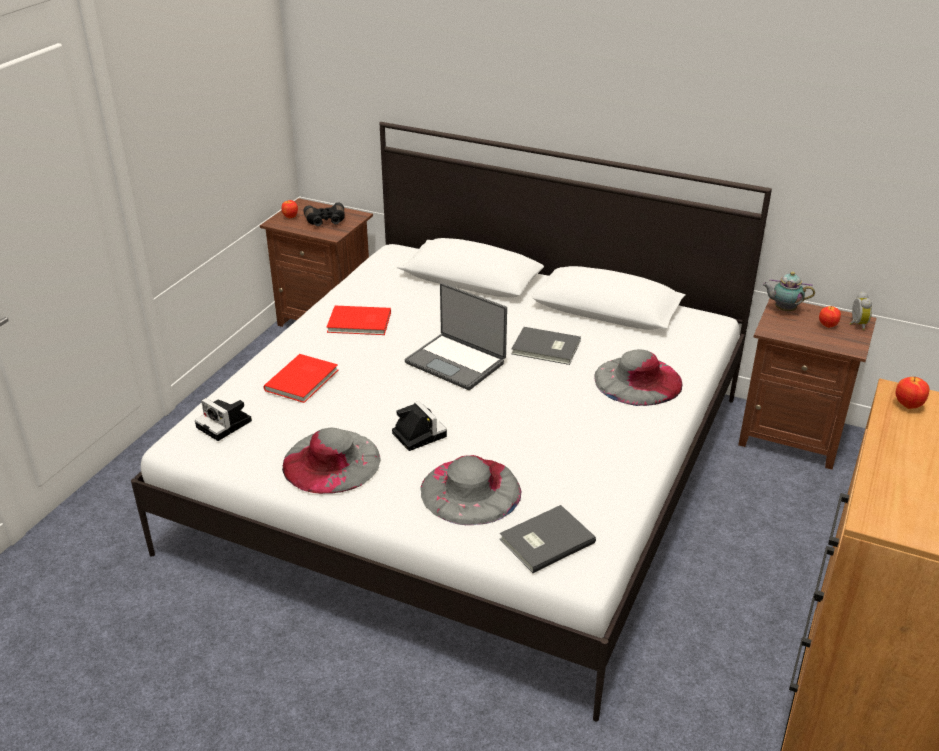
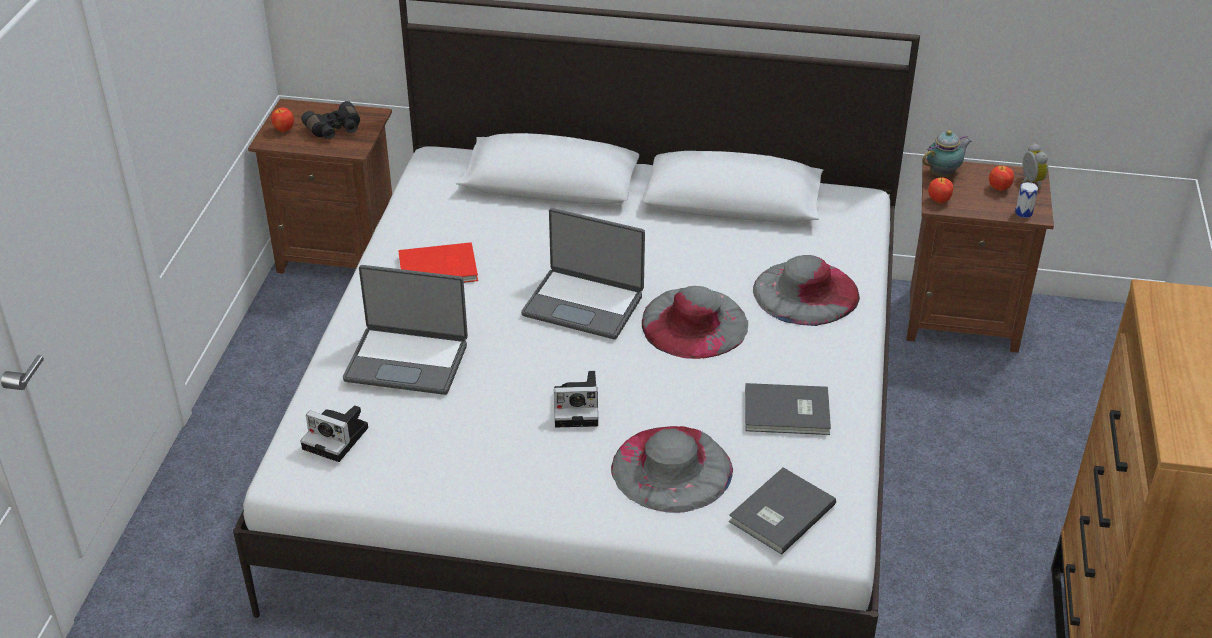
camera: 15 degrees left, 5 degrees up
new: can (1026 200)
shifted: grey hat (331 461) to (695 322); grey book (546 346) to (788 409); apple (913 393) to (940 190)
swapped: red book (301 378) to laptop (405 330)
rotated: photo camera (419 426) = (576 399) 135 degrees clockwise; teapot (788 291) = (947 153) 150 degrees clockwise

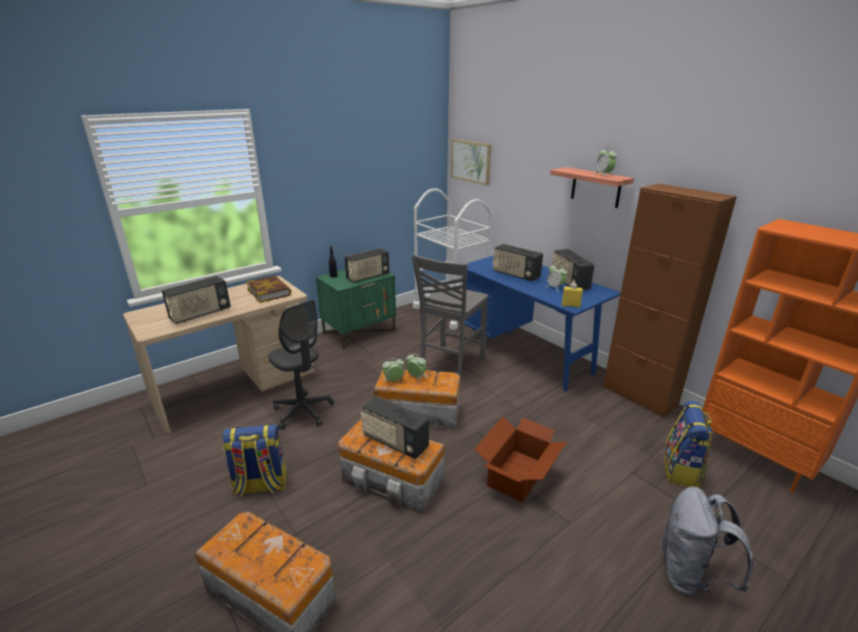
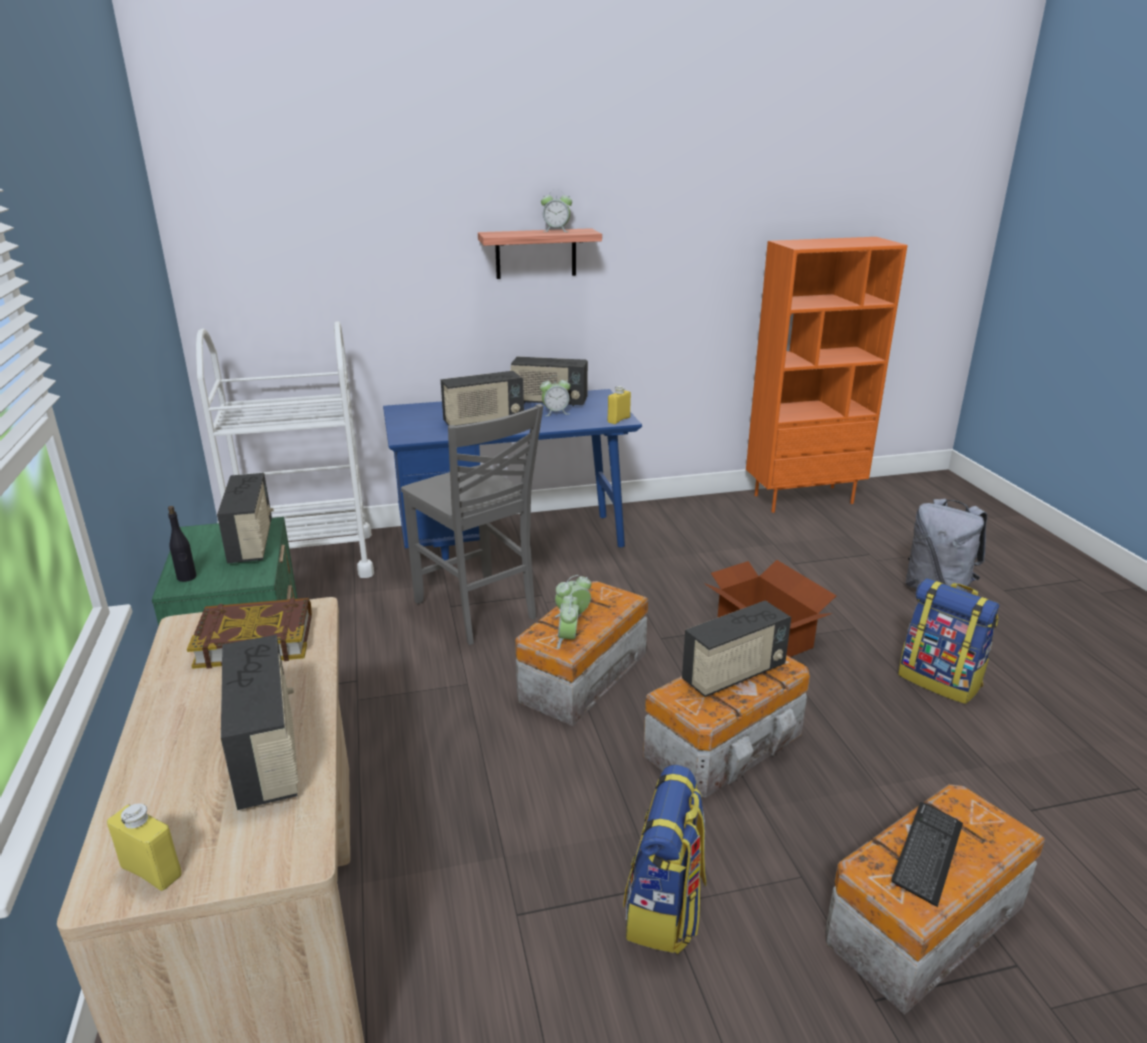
camera: 65 degrees left, 0 degrees up
gone: grey office chair (301 365); picture (471 162); brown cabinet (670 300)
new: yellow bottle (144 847); keyboard (927 854)
shifted: backpack (688 444) to (948 641)

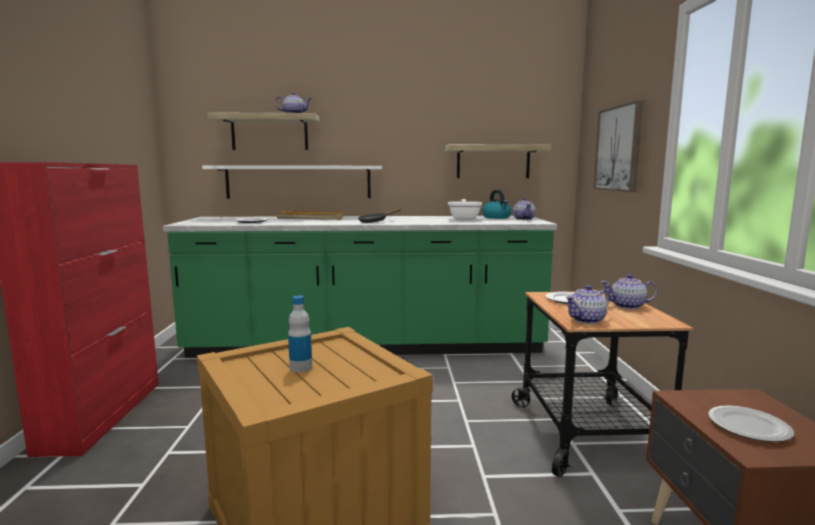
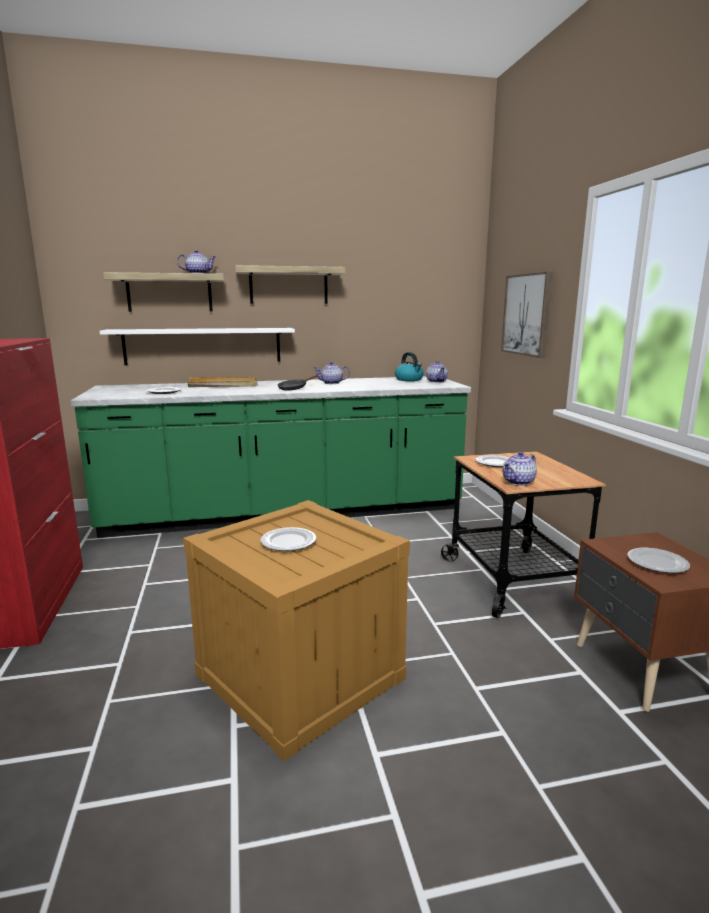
camera: 10 degrees left, 5 degrees up
gone: frying pan (465 209)
shifted: shelf (498 161) to (290 284); teapot (629 291) to (331 373)
swapped: bottle (300 333) to plate (288 539)

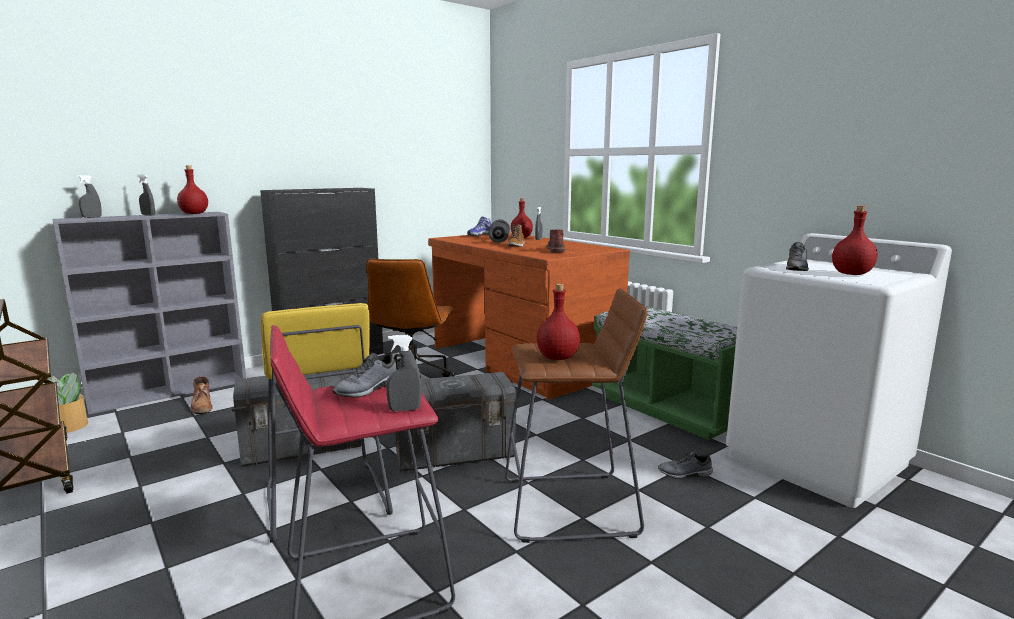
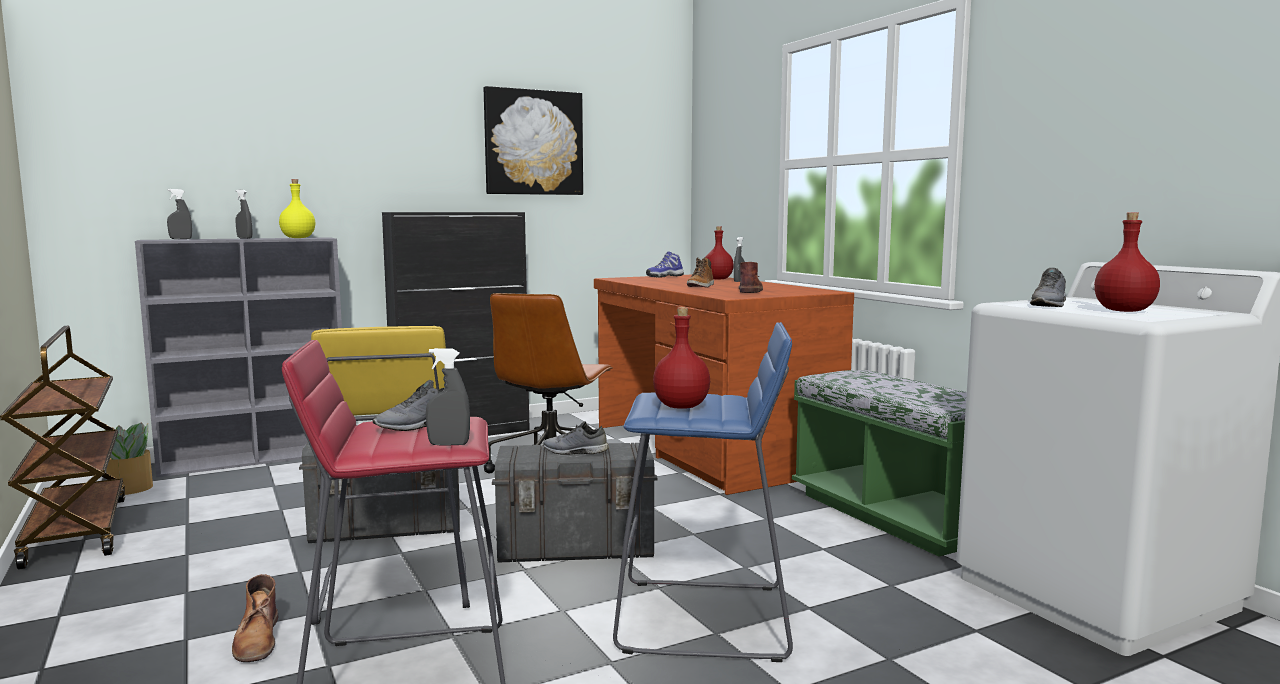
camera: 10 degrees right, 5 degrees down
gone: grey dumbbell (499 231)
new: picture (533 140)
shifted: brown boot (201 395) to (255 618); grey shoe (685 465) to (576 438)
repainted: red bottle (192 190) to yellow bottle (297 208); brown stool (576 416) to blue stool (703 492)

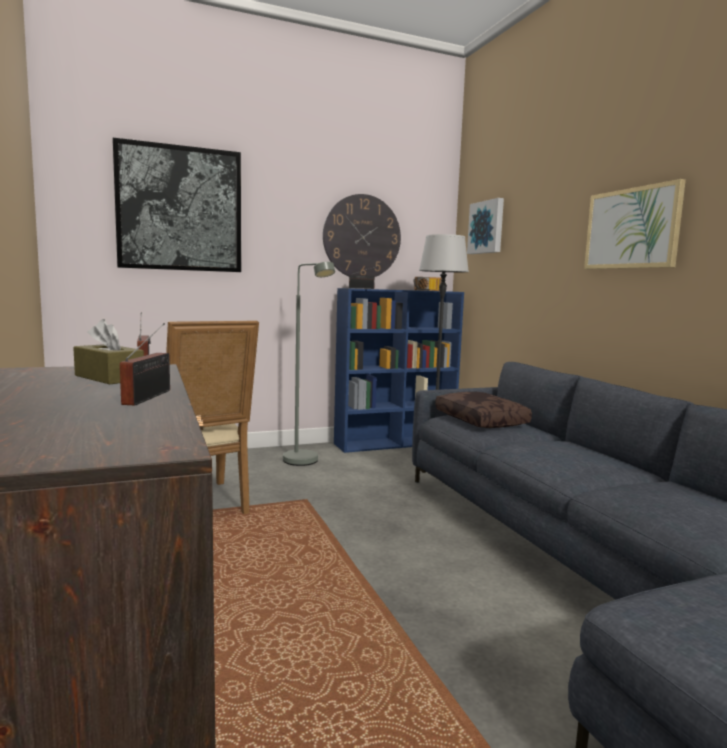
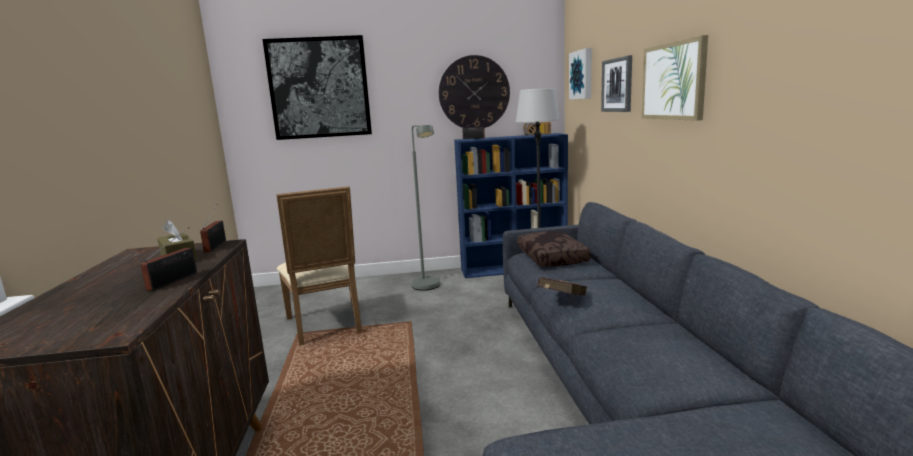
camera: 15 degrees right, 5 degrees up
new: red book (562 286); picture (616 83)

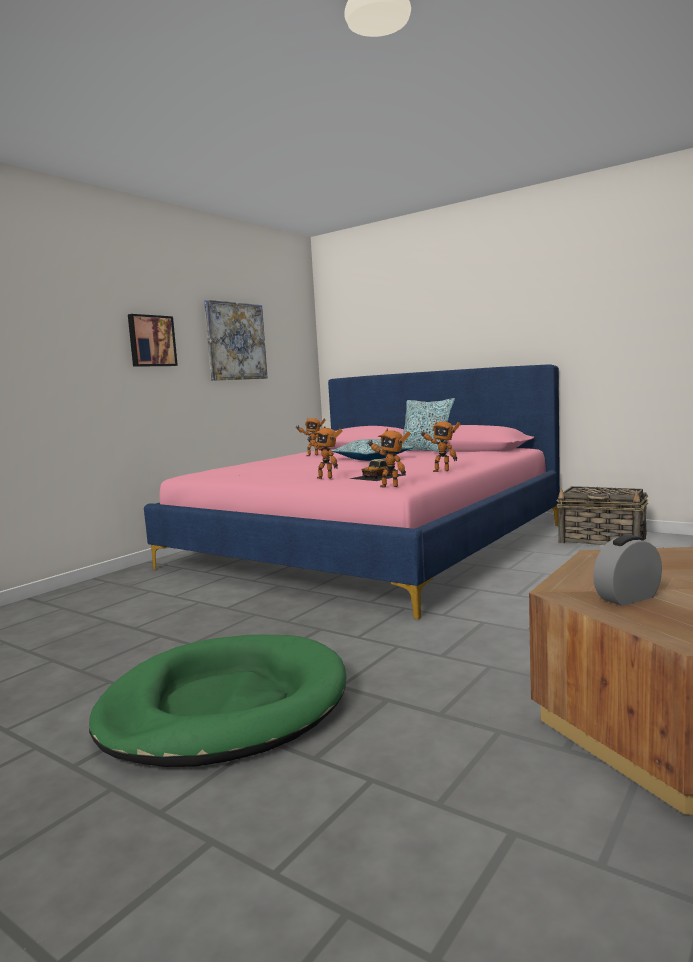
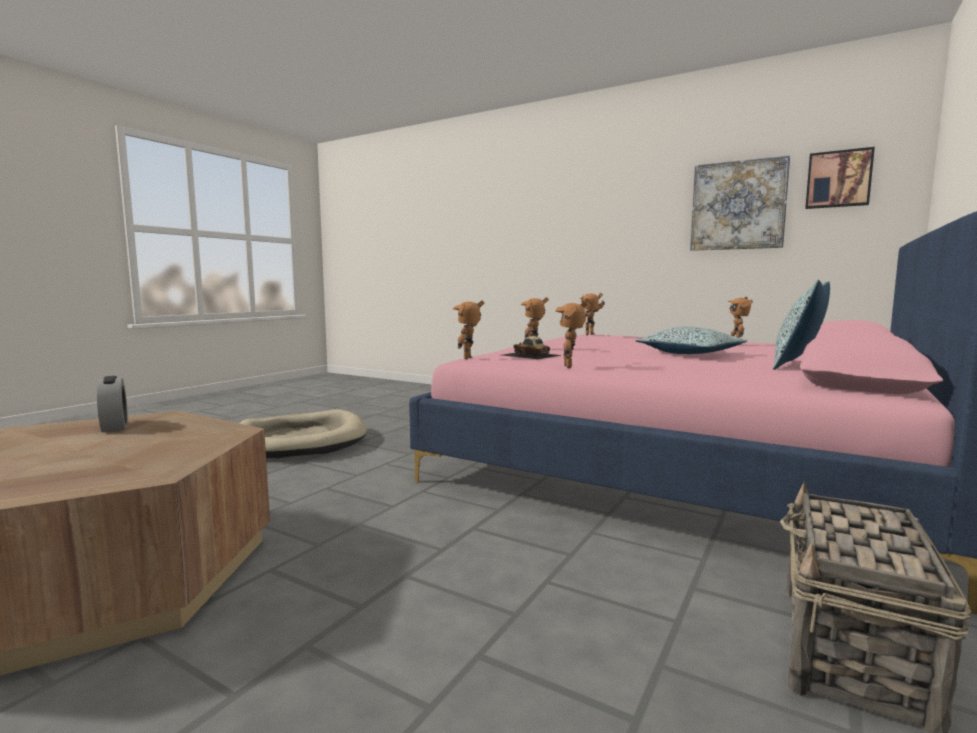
camera: 85 degrees right, 0 degrees up
new: toy robot (592 314)
shifted: picture (153 340) to (840 178)
repainted: green dog bed (217 701) to beige dog bed (303 433)

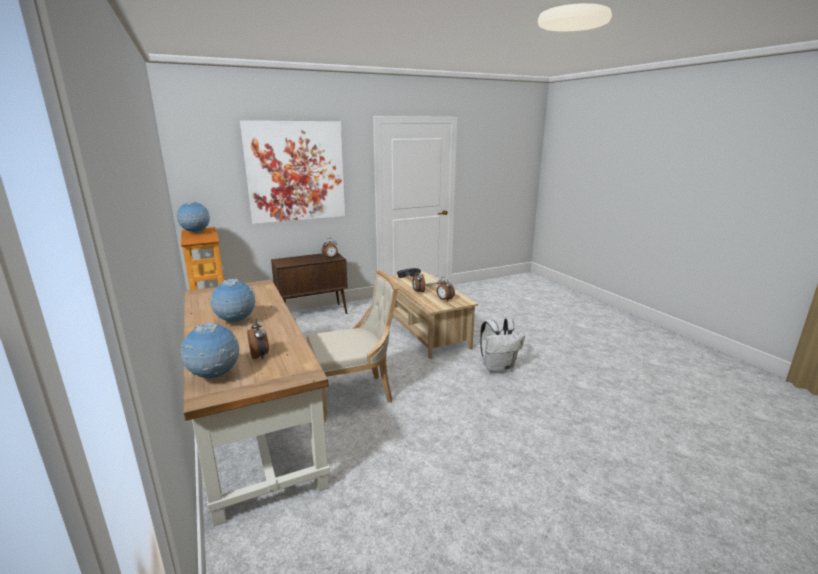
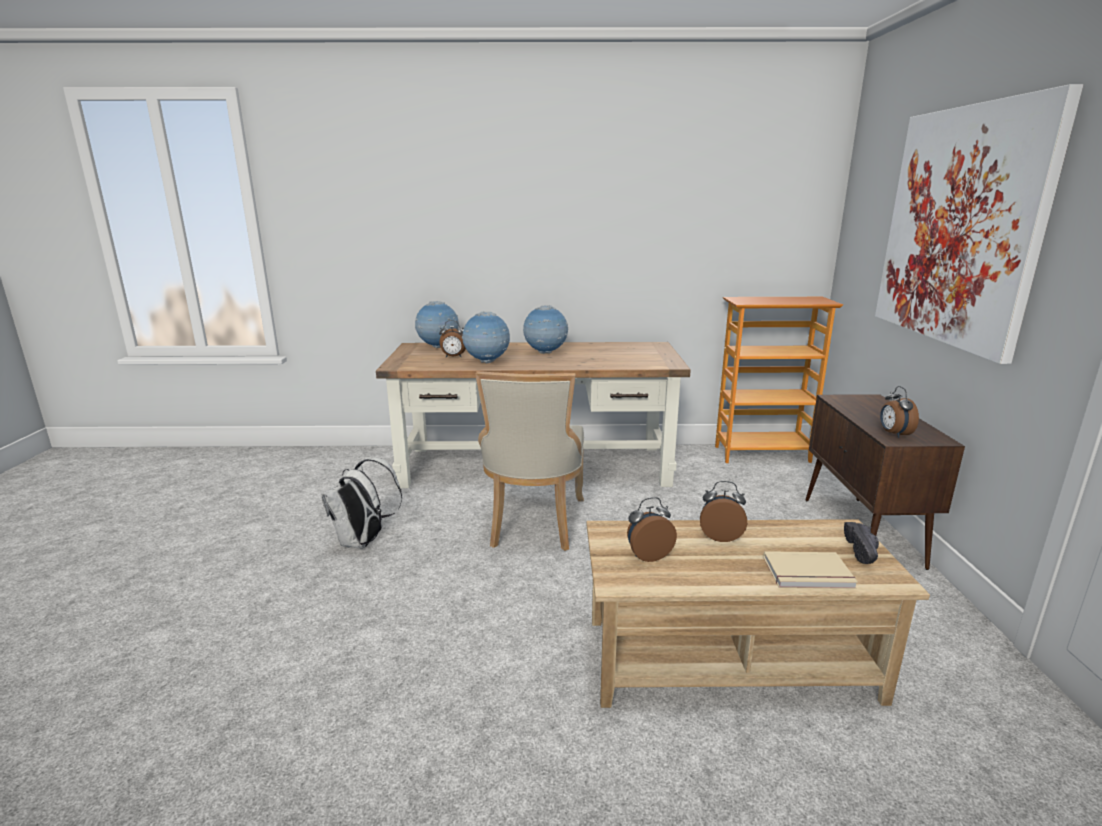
camera: 115 degrees right, 0 degrees up
shifted: white backpack (502 345) to (361 503); globe (193 217) to (486 337)

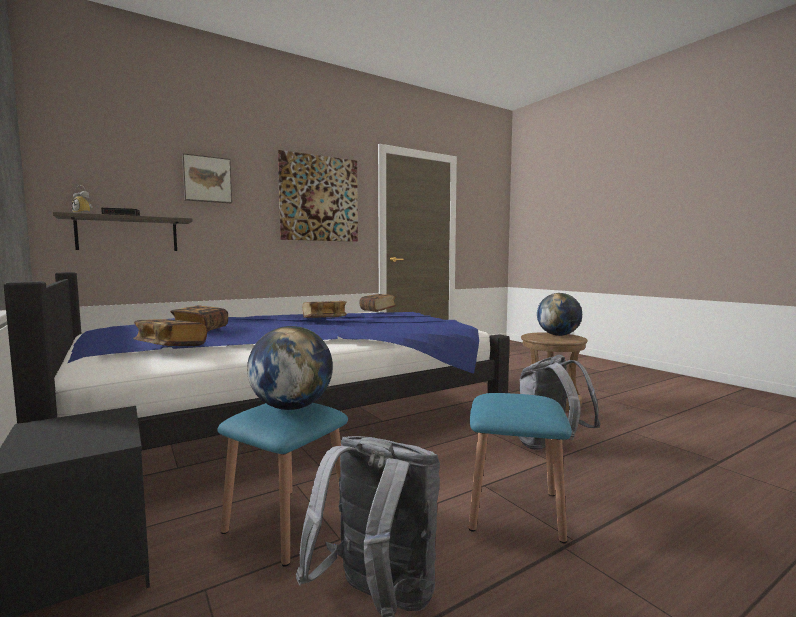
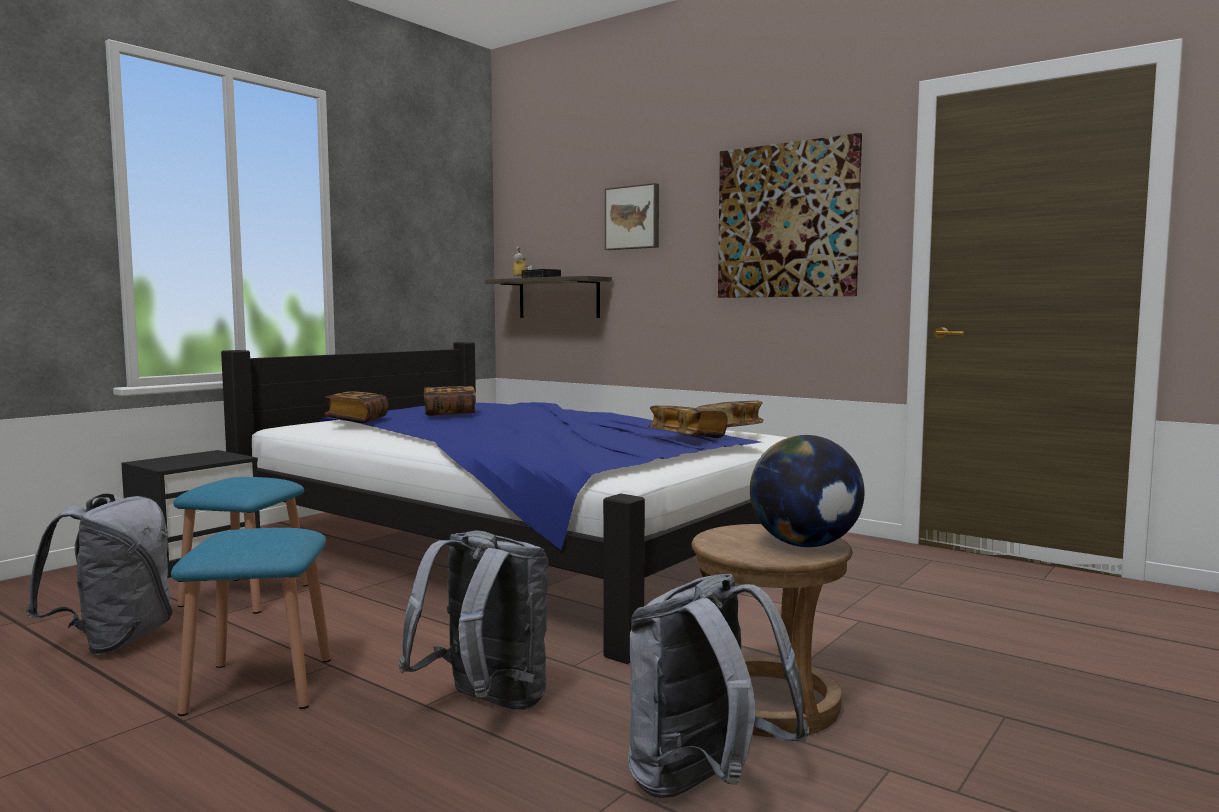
camera: 70 degrees right, 0 degrees up
gone: globe (290 368)
new: grey backpack (718 686)
shifted: book (324 309) to (688 422)

